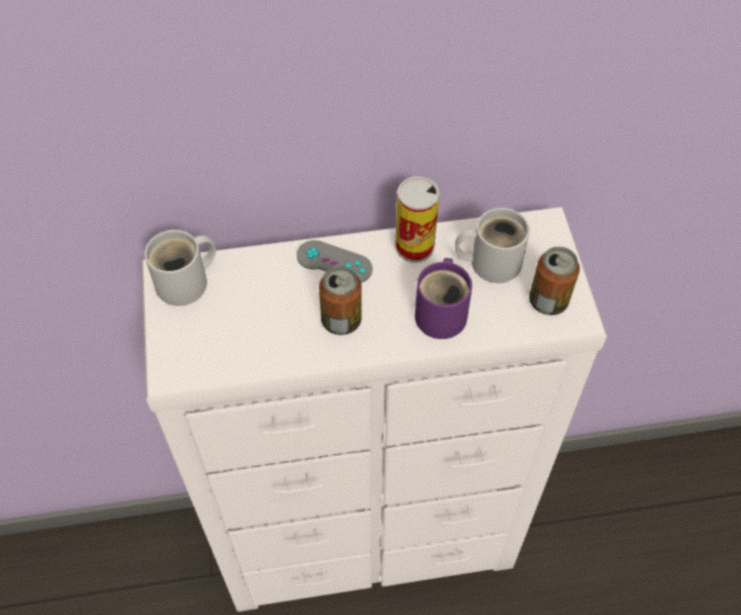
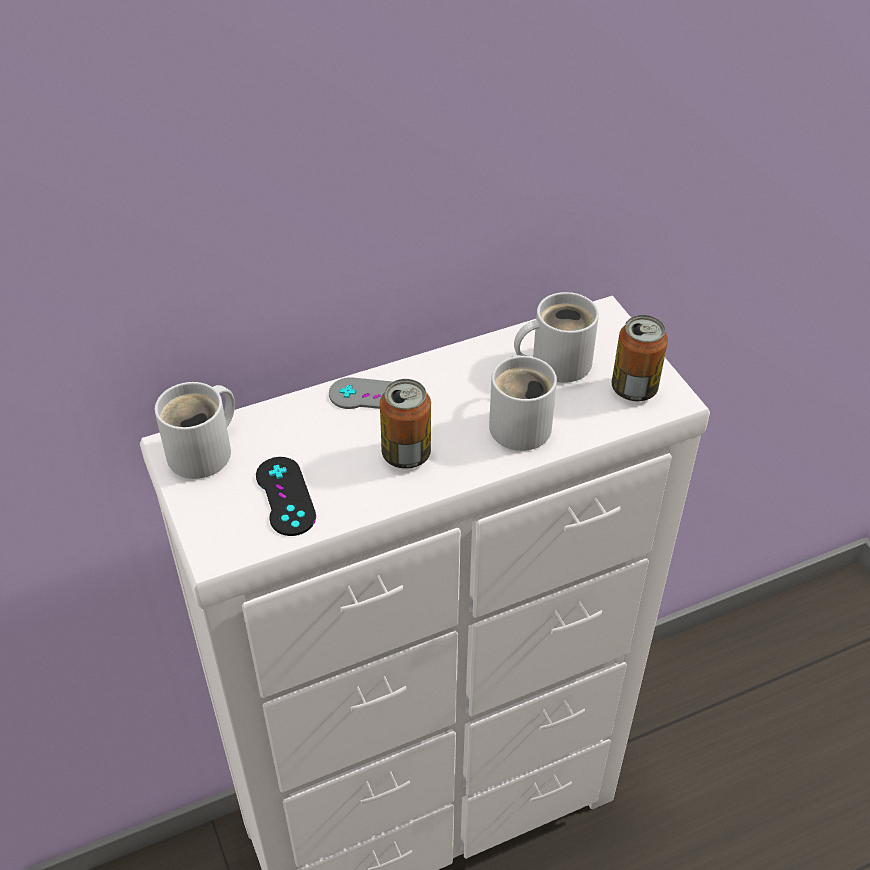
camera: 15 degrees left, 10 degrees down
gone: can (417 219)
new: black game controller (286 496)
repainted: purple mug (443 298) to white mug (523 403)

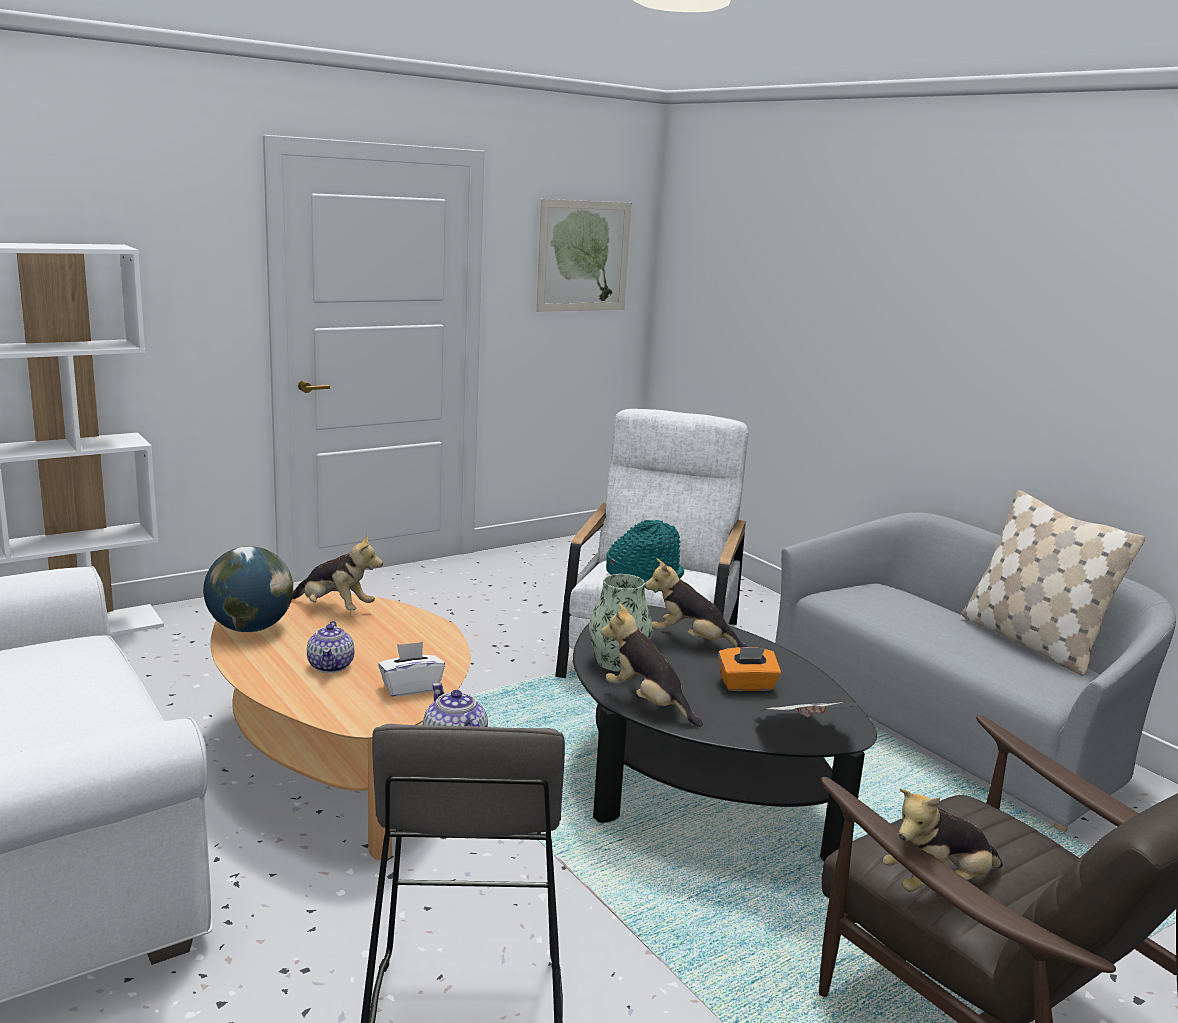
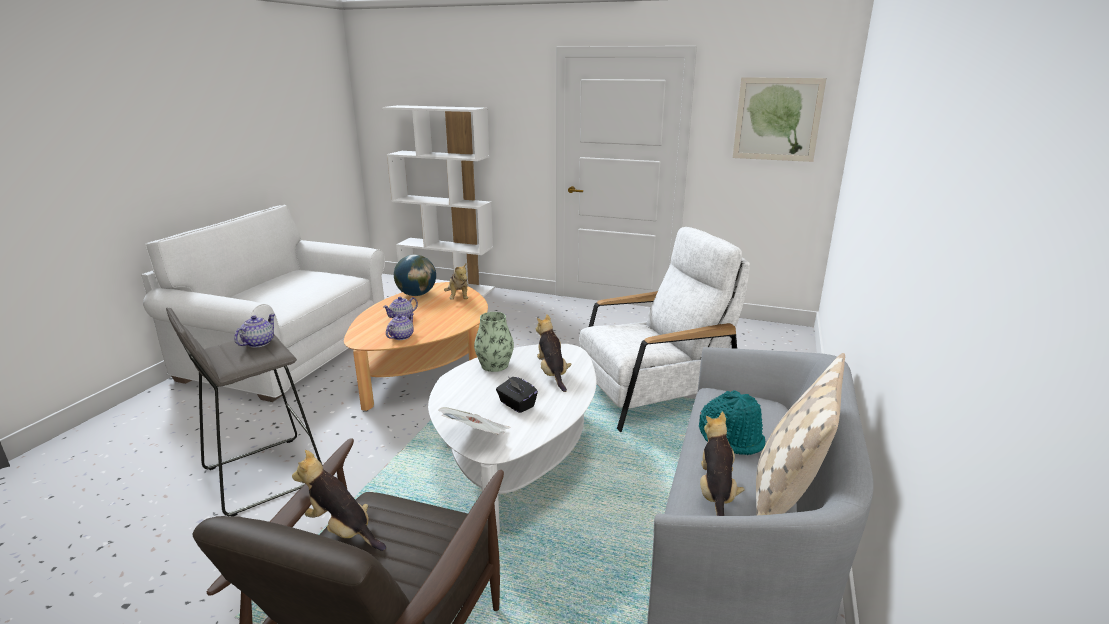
camera: 55 degrees right, 5 degrees up
shifted: turquoise hat (645 551) to (732 422); plush toy (652 665) to (722 464)
swapped: white tissue box (411 669) to teapot (400 326)
repainted: black coffee table (725 733) to white coffee table (512 440); orange tissue box (749 669) to black tissue box (517 395)

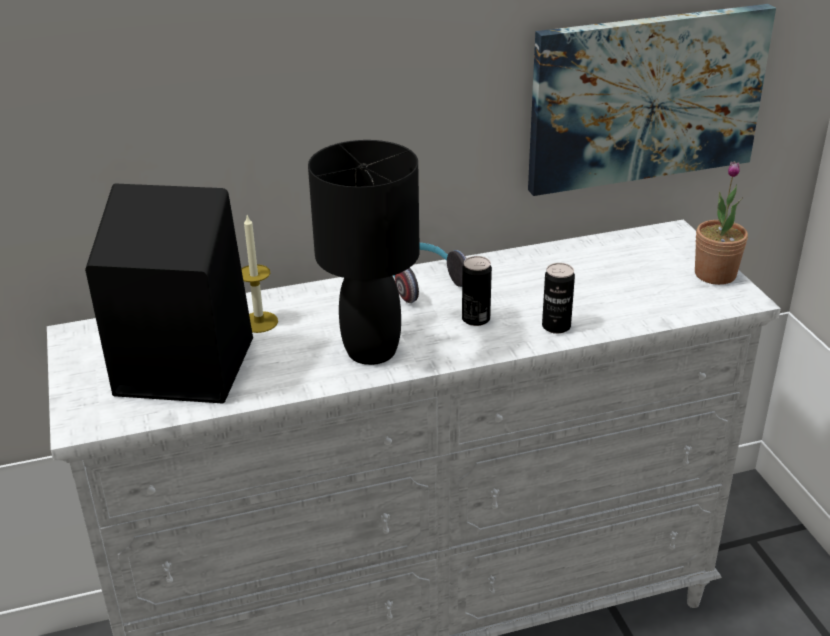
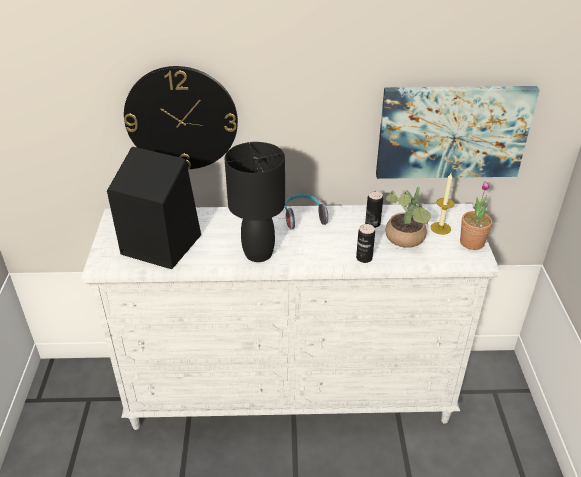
camera: 15 degrees right, 5 degrees up
new: wall clock (181 118); potted plant (408 217)
shifted: can (477 291) to (374 209); candle (259 274) to (443 204)

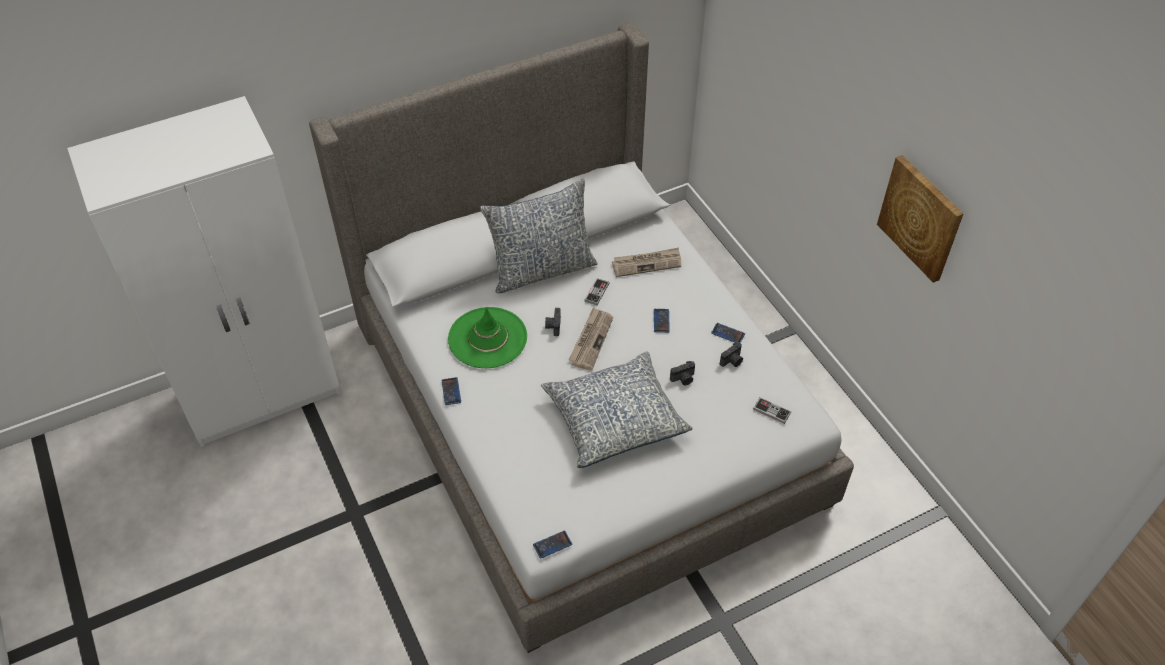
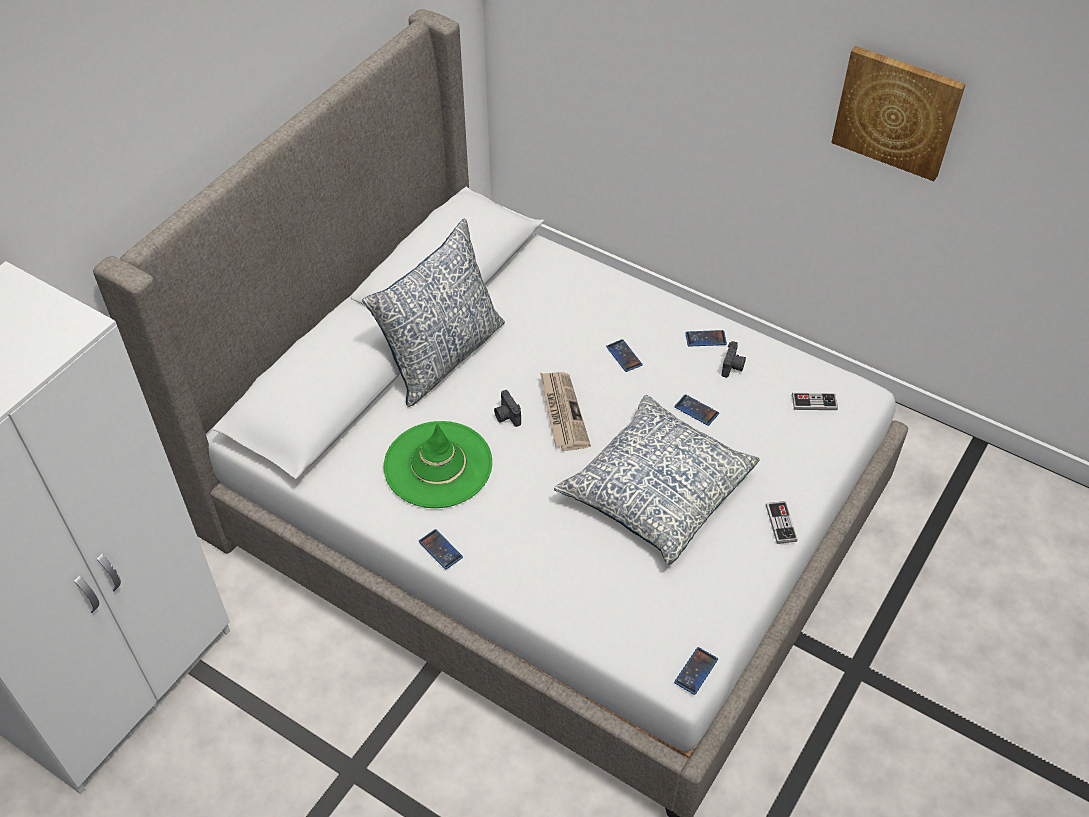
camera: 30 degrees left, 0 degrees up
gone: newspaper (646 262)
shifted: game controller (596 291) to (782 522)
swapped: photo camera (682 373) to phone (696 410)

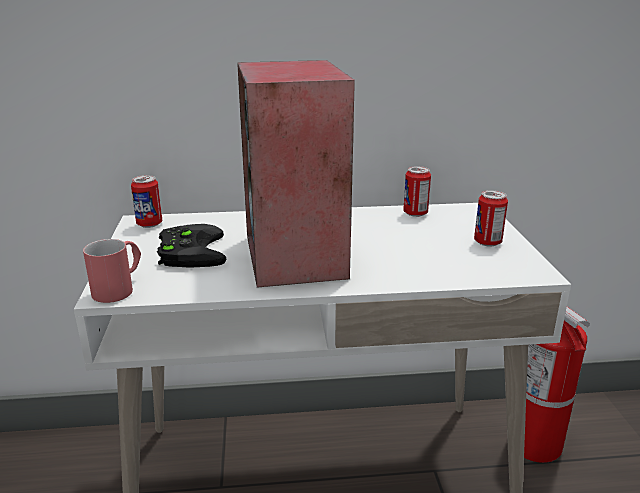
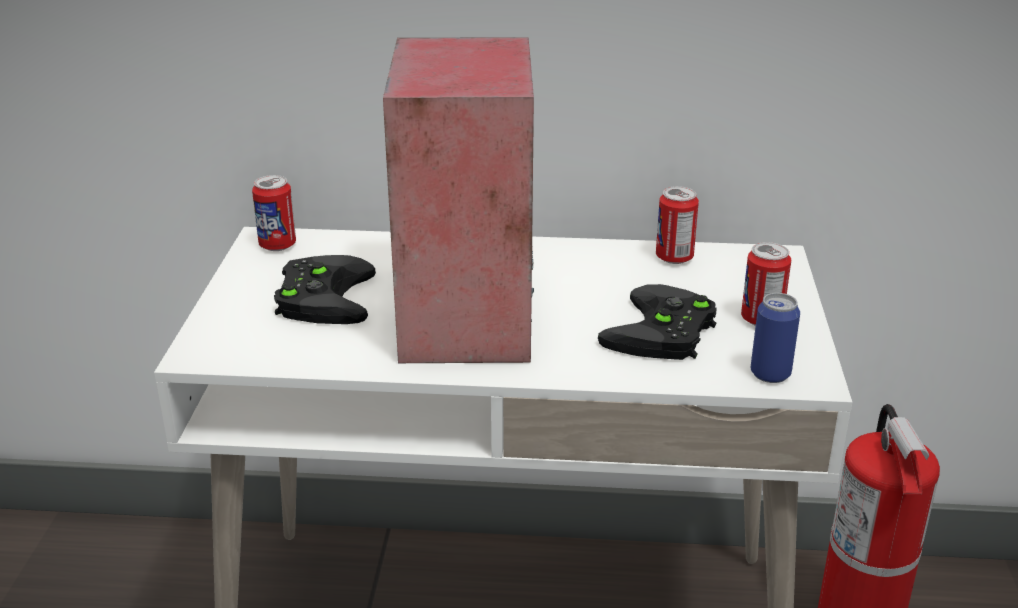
camera: 10 degrees right, 5 degrees up
gone: red mug (112 271)
new: black game controller (657 322); can (775 338)

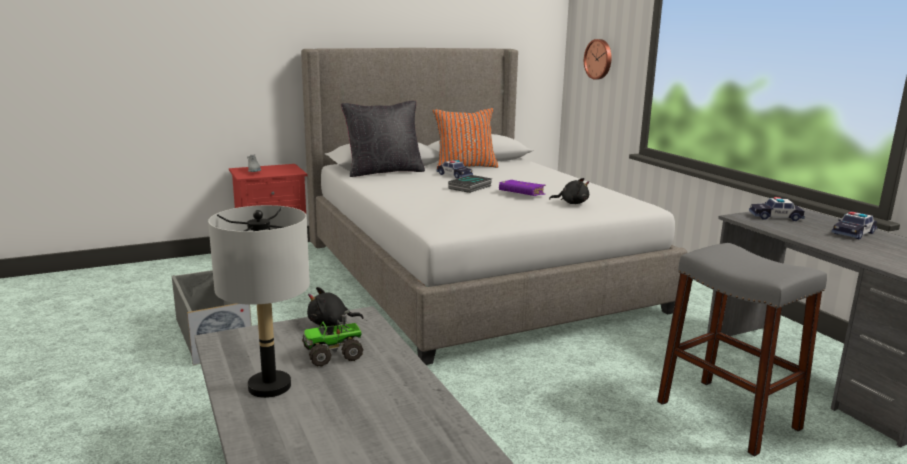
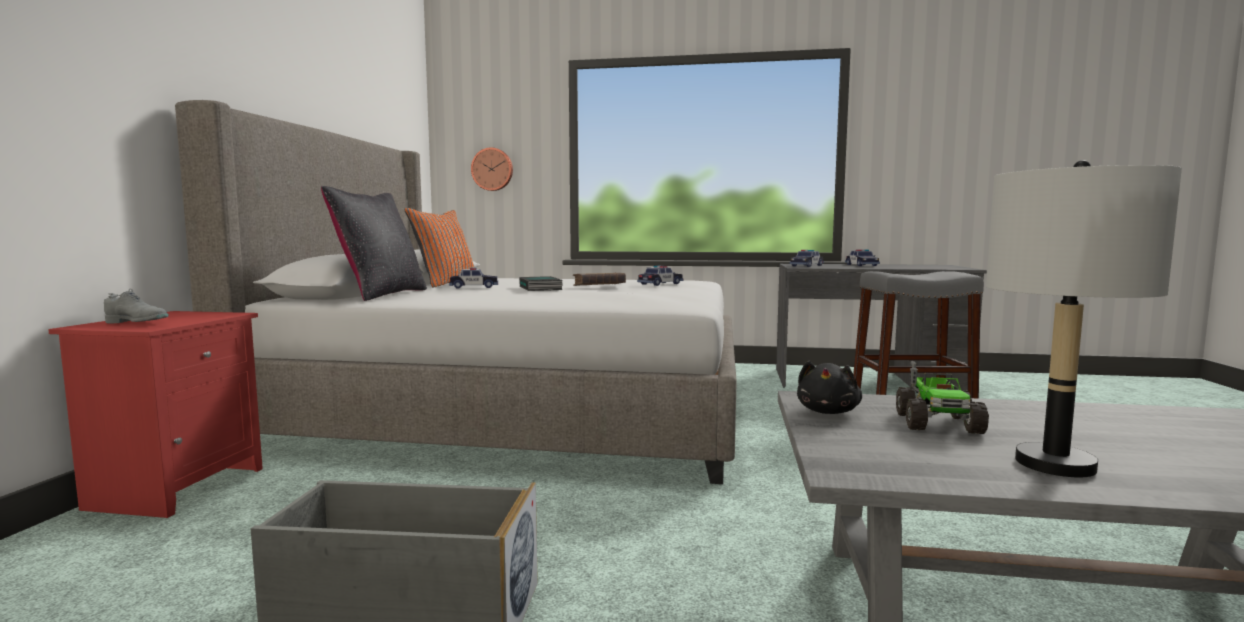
camera: 55 degrees left, 10 degrees down
swapped: black plush toy (569 191) to toy car (660 275)
repainted: purple book (522 188) to brown book (599 279)

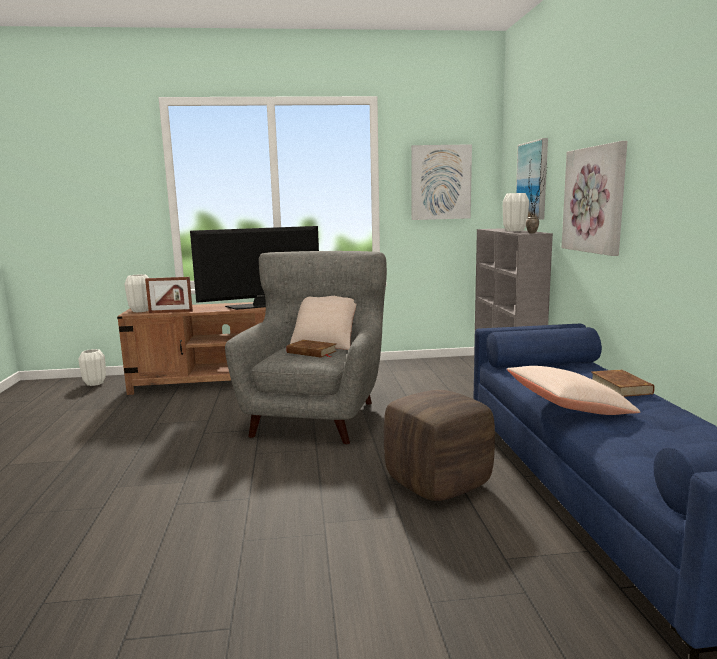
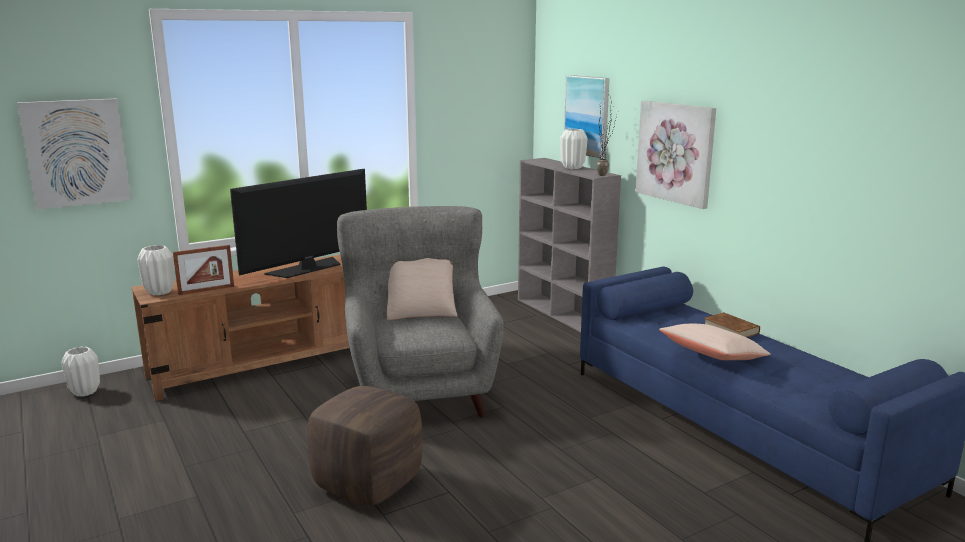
camera: 25 degrees left, 5 degrees up
gone: brown book (311 349)
shifted: picture (441 182) to (74 154); brown ottoman (439 445) to (364 446)

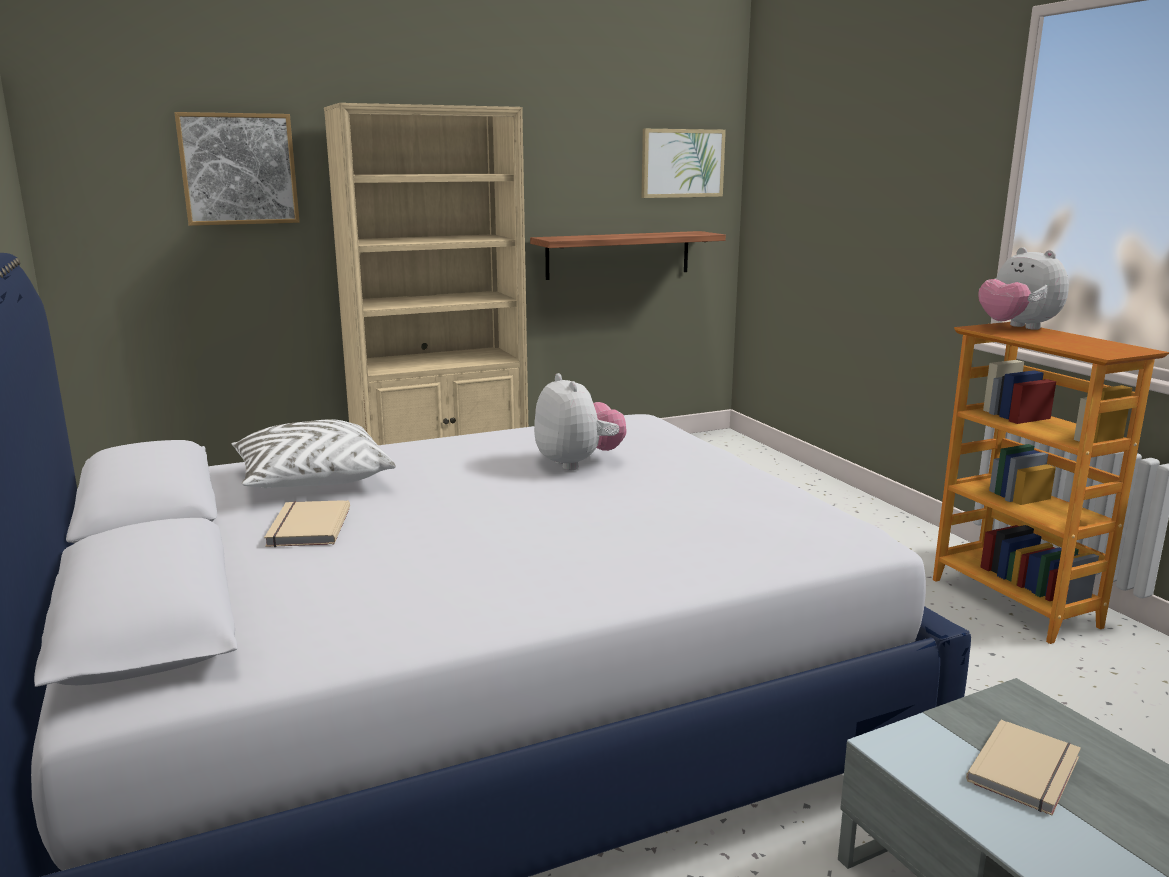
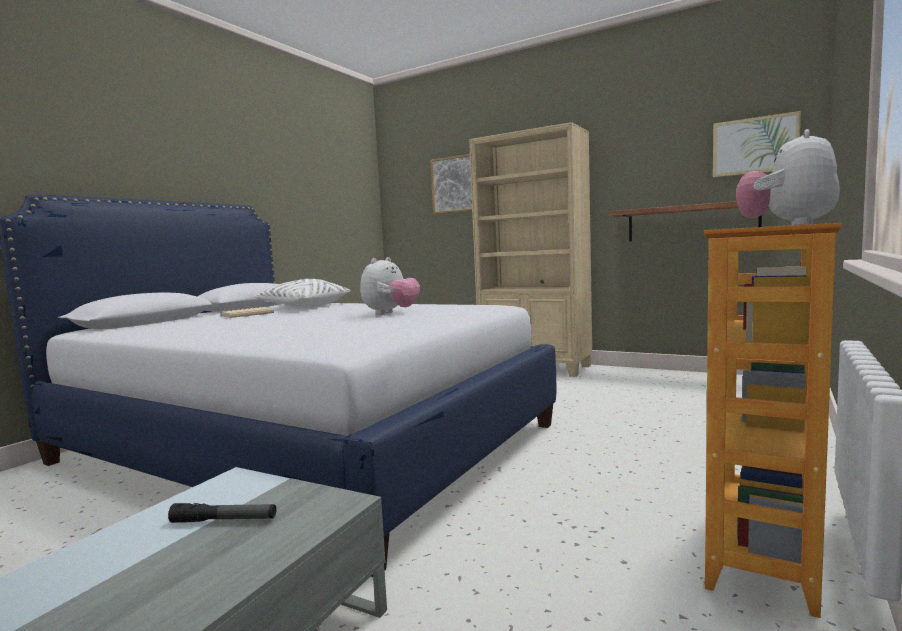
camera: 55 degrees right, 10 degrees down
swapped: beige book (1023 767) to flashlight (222 513)

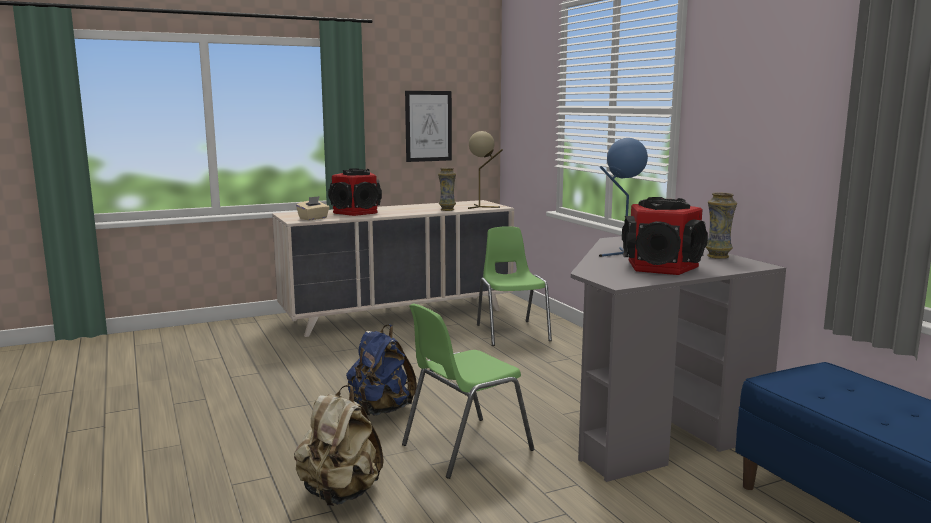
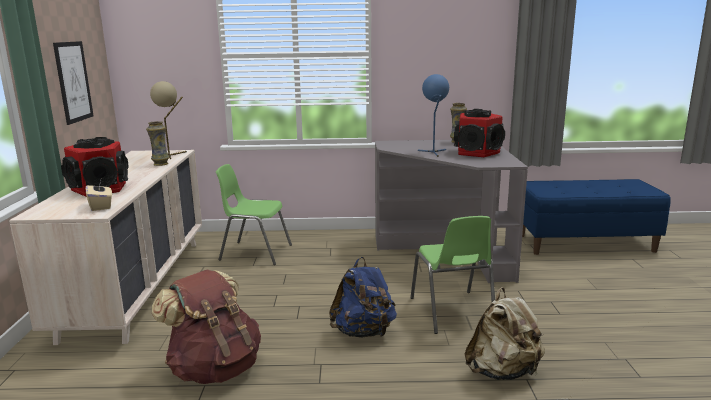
camera: 65 degrees left, 5 degrees up
new: brown backpack (206 326)

